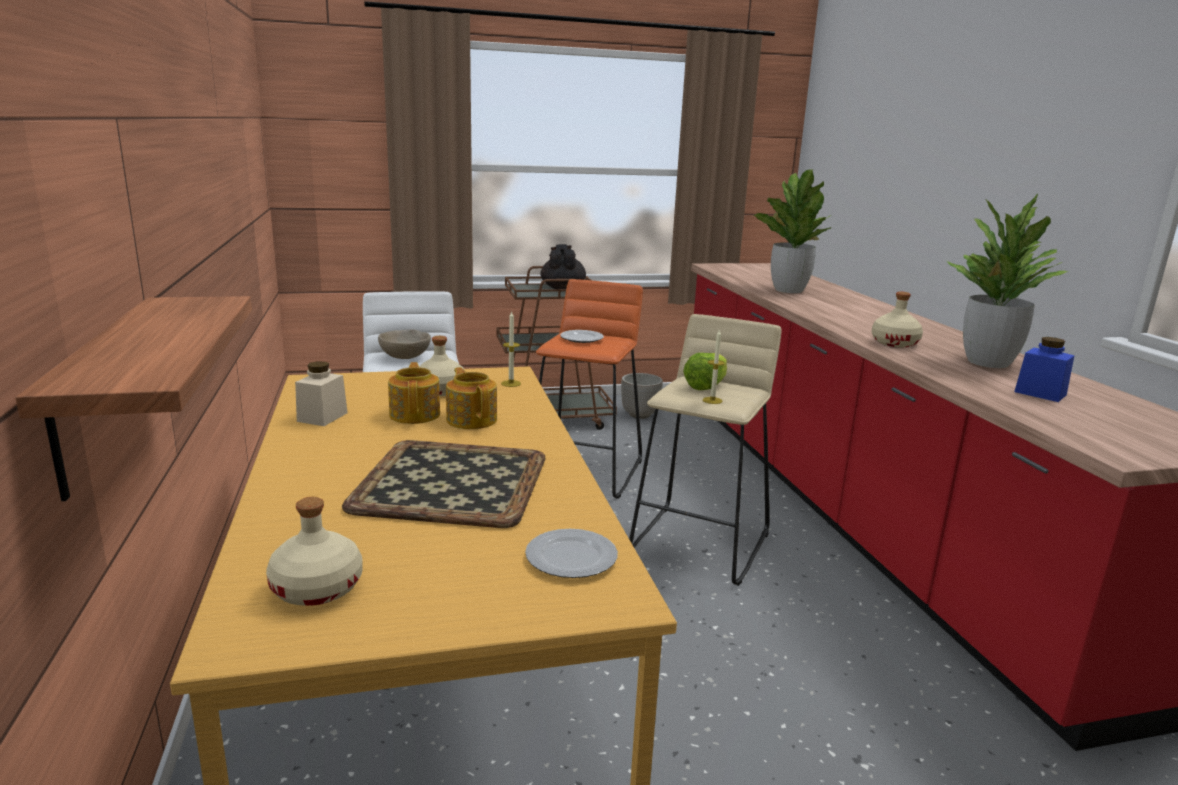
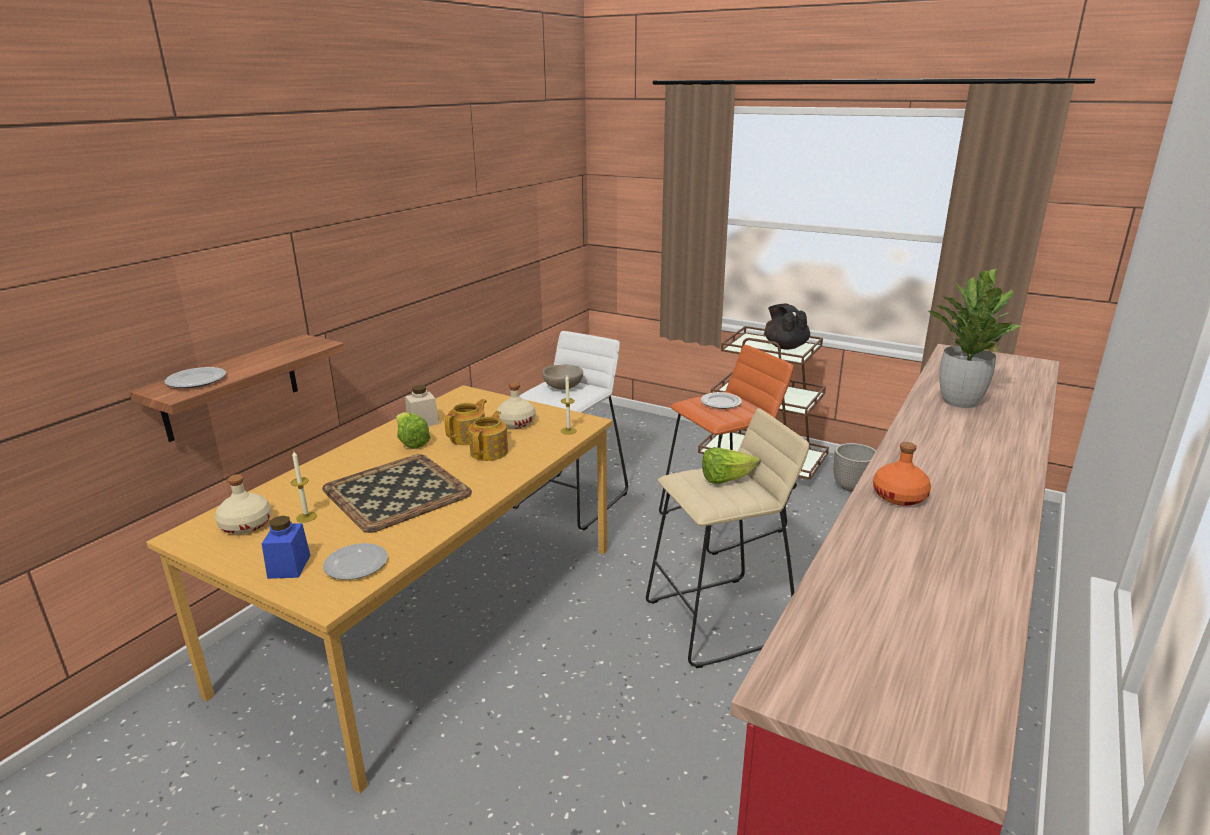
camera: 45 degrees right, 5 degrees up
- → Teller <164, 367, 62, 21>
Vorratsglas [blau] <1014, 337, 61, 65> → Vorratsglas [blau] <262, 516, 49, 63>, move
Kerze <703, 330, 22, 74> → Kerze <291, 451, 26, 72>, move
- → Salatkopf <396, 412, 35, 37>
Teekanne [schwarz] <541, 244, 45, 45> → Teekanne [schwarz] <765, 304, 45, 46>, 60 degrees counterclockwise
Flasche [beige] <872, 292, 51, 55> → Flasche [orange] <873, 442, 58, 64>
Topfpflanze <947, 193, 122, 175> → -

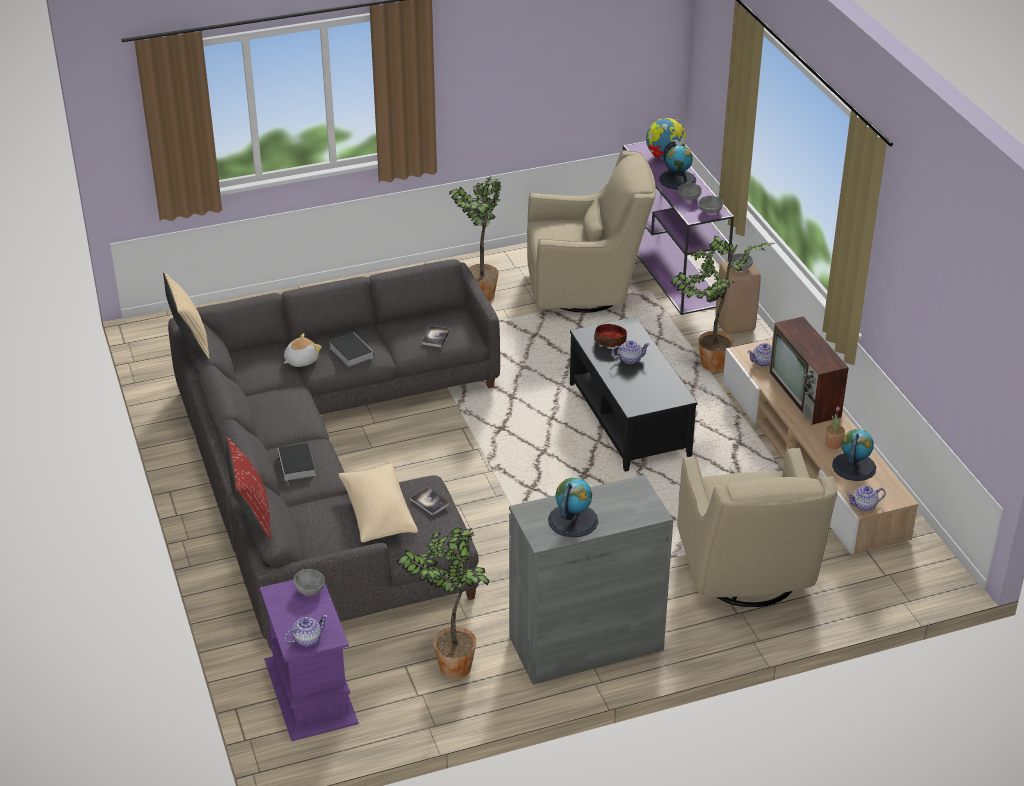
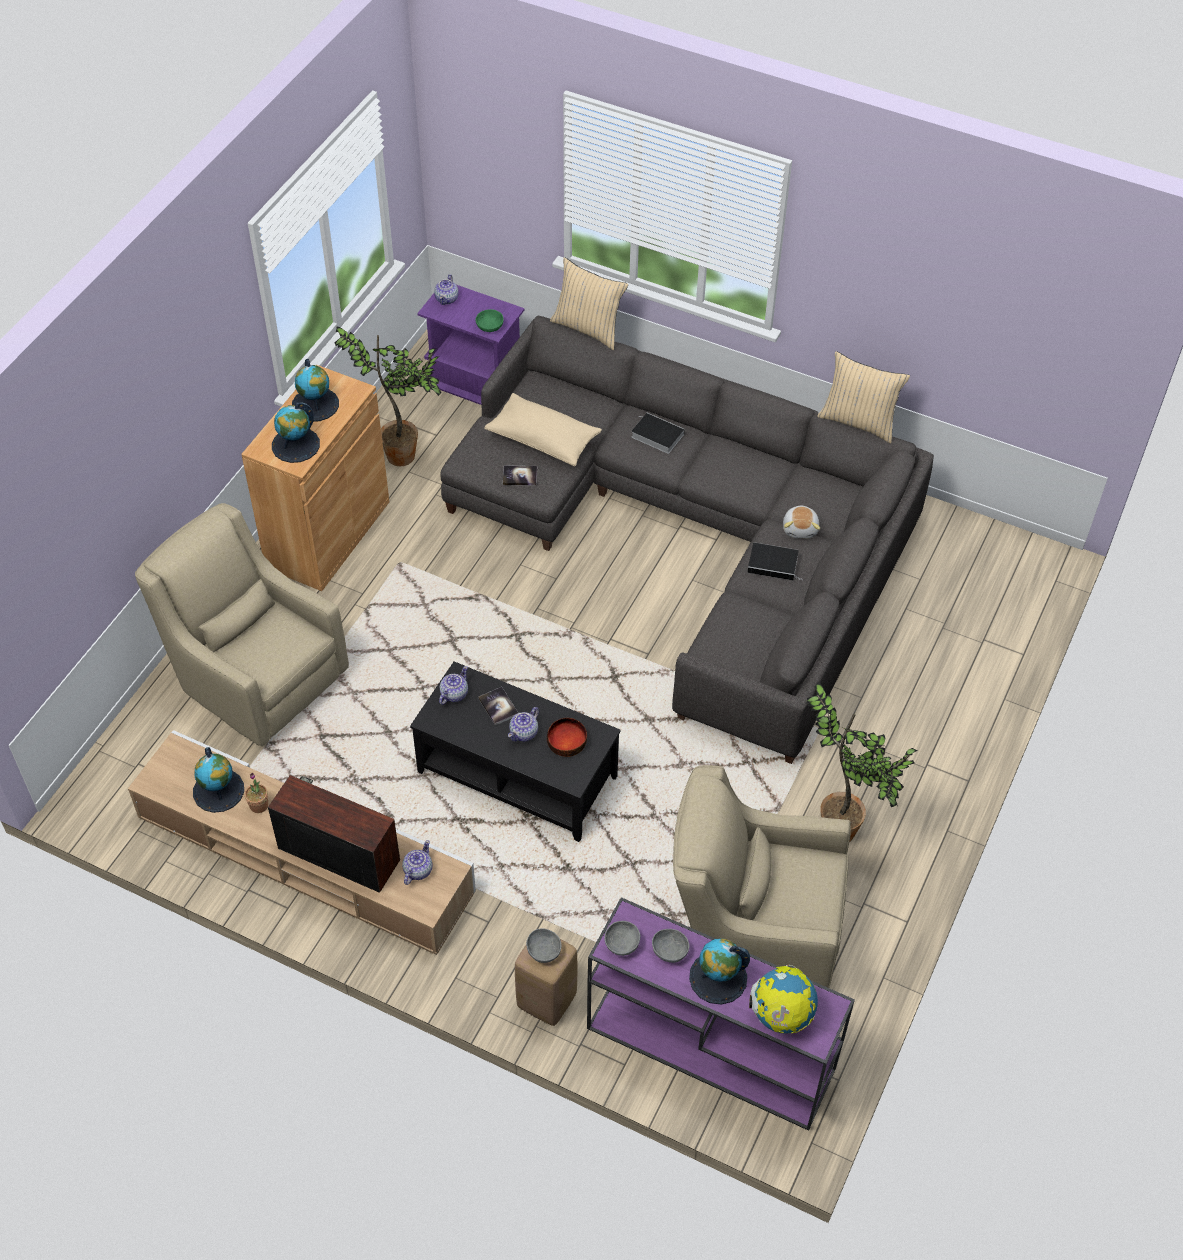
camera: 135 degrees right, 15 degrees up
Schrank [grau] <509, 475, 164, 209> → Schrank [braun] <241, 365, 148, 226>
- → Globus <272, 402, 48, 61>
Teekanne <846, 485, 40, 26> → Teekanne <439, 666, 29, 39>, move
Schüssel [grau] <294, 569, 31, 26> → Schüssel [grün] <475, 309, 29, 23>
Buch <421, 325, 29, 22> → Buch <478, 687, 40, 38>, move
Kissen [rot] <226, 437, 45, 103> → Kissen [beige] <550, 257, 78, 93>
Sessel [beige] <527, 150, 129, 163> → Sessel [beige] <673, 765, 178, 223>, 60 degrees clockwise
Topfpflanze <671, 236, 105, 136> → -

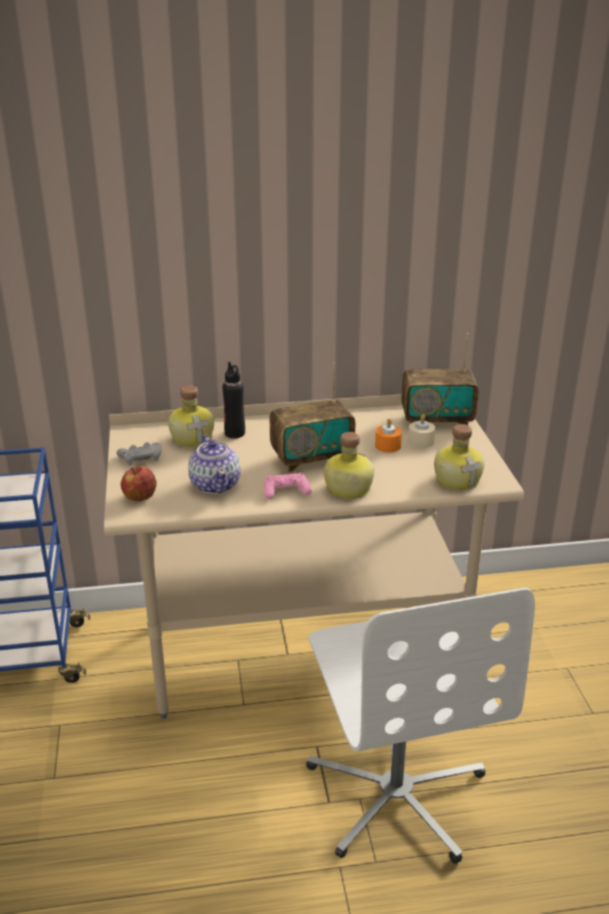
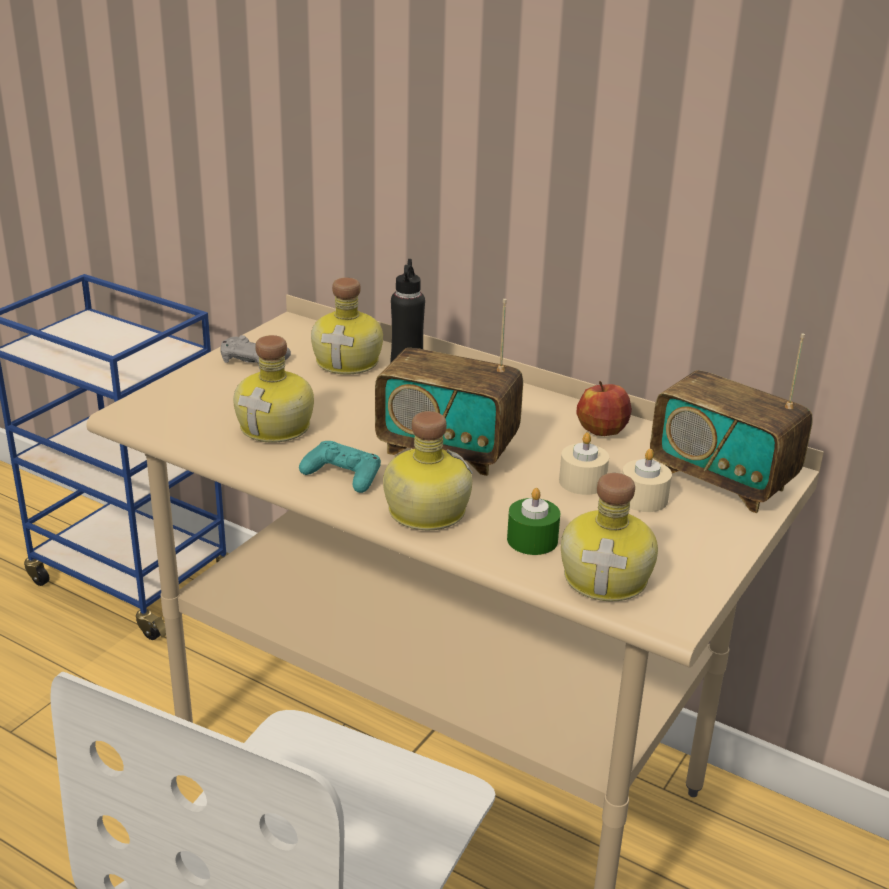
camera: 40 degrees right, 0 degrees up
Teekanne <188, 435, 53, 59> → Flasche <233, 335, 81, 108>
Gamepad [rosa] <264, 473, 48, 27> → Gamepad [türkis] <299, 441, 82, 52>
- → Kerze [grün] <507, 488, 53, 67>
Kerze [orange] <375, 418, 27, 35> → Kerze [beige] <559, 432, 50, 63>
Apfel <120, 466, 37, 35> → Apfel <576, 381, 56, 55>, move

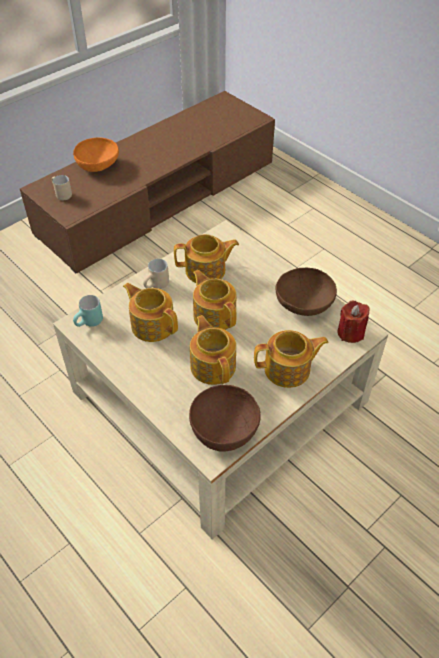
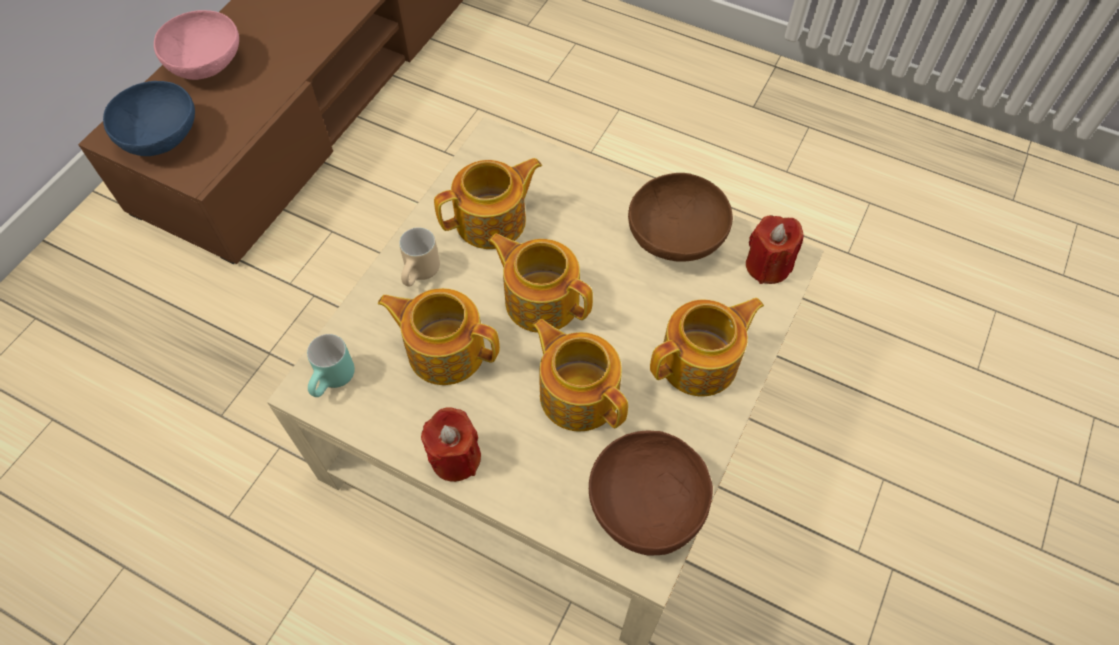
camera: 20 degrees left, 10 degrees up
Henkelbecher [beige] <52, 175, 20, 25> → Schüssel [blau] <103, 81, 92, 75>
Schüssel [orange] <73, 138, 46, 34> → Schüssel [rosa] <154, 10, 85, 70>
- → Kerze [rot] <421, 407, 60, 75>

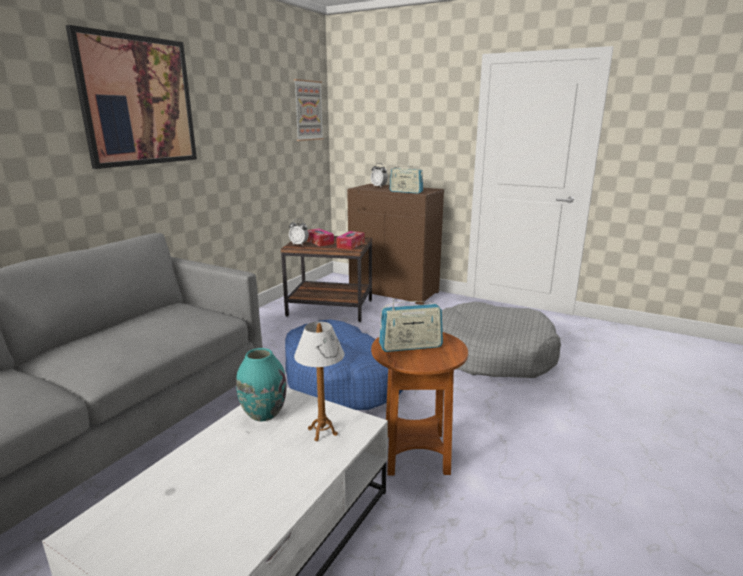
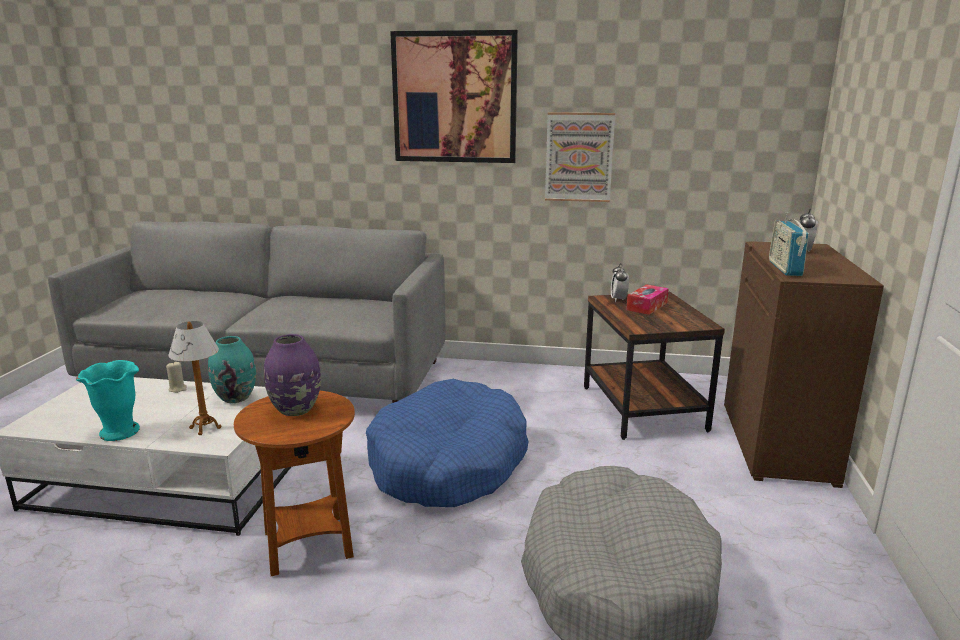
camera: 70 degrees right, 0 degrees up
- → Vase [türkis] <76, 360, 64, 81>
- → Kerze [beige] <166, 361, 21, 32>
Radio <379, 299, 64, 53> → Vase [lila] <264, 334, 57, 82>
Bild <294, 79, 30, 62> → Bild <545, 112, 70, 90>, move
Taschentuchbox <336, 231, 28, 19> → -

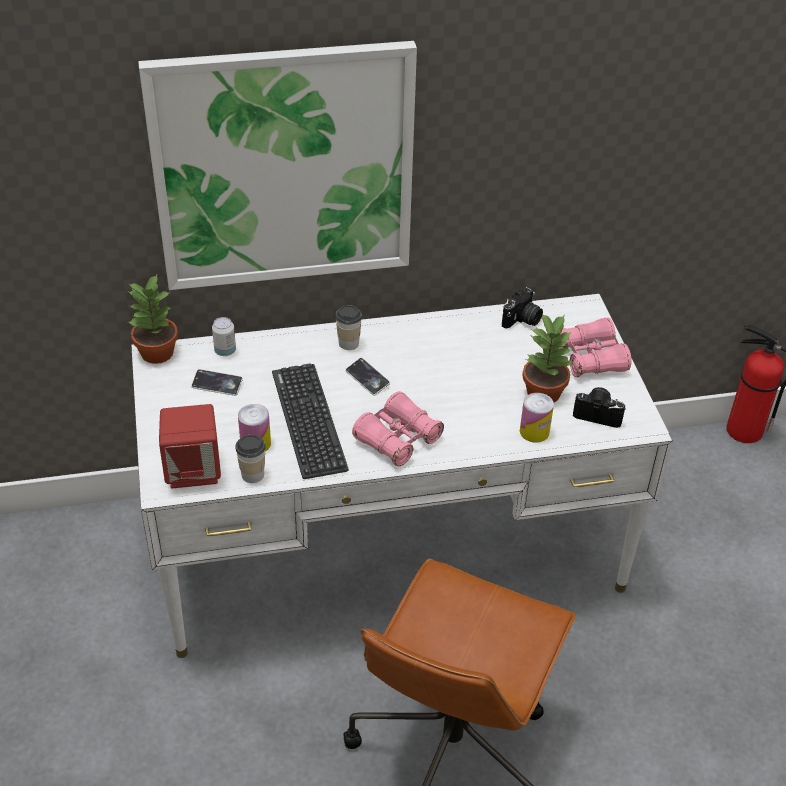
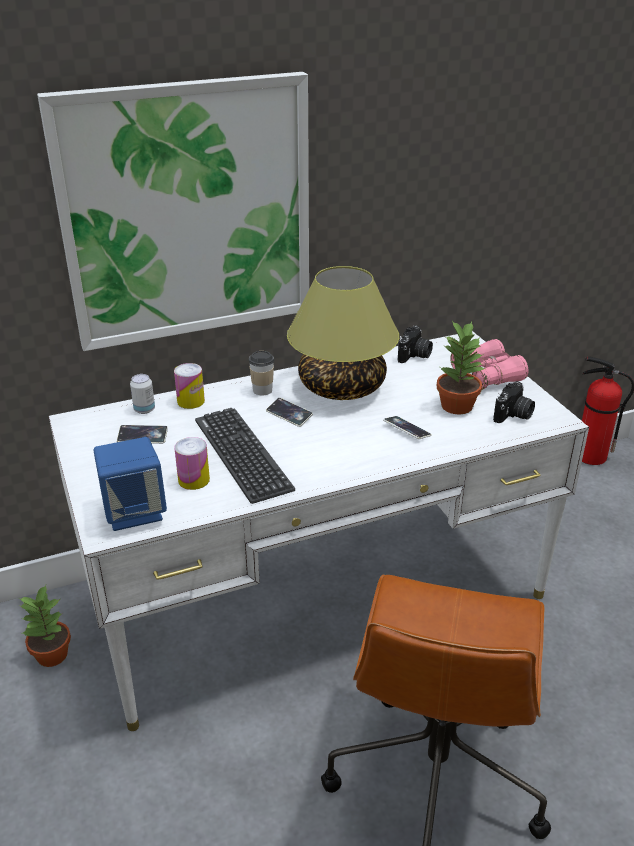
camera: 10 degrees left, 10 degrees down
Topfpflanze <127, 275, 51, 89> → Topfpflanze <18, 585, 53, 82>, move
Lautsprecher [rot] <159, 404, 62, 84> → Lautsprecher [blau] <93, 437, 74, 94>
Dose <520, 393, 34, 50> → Dose <174, 363, 31, 46>, move
- → Tischlampe <287, 266, 112, 134>
- → Handy <383, 416, 49, 23>
Kamera <573, 387, 53, 41> → Kamera <493, 381, 42, 42>, 120 degrees clockwise
Tasse <236, 435, 30, 48> → -
Fernglas [rosa] <352, 391, 92, 75> → -

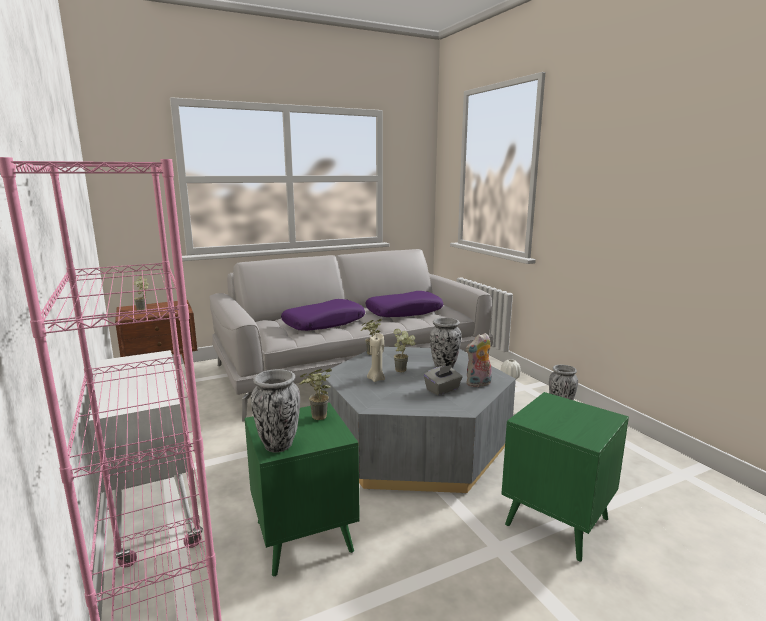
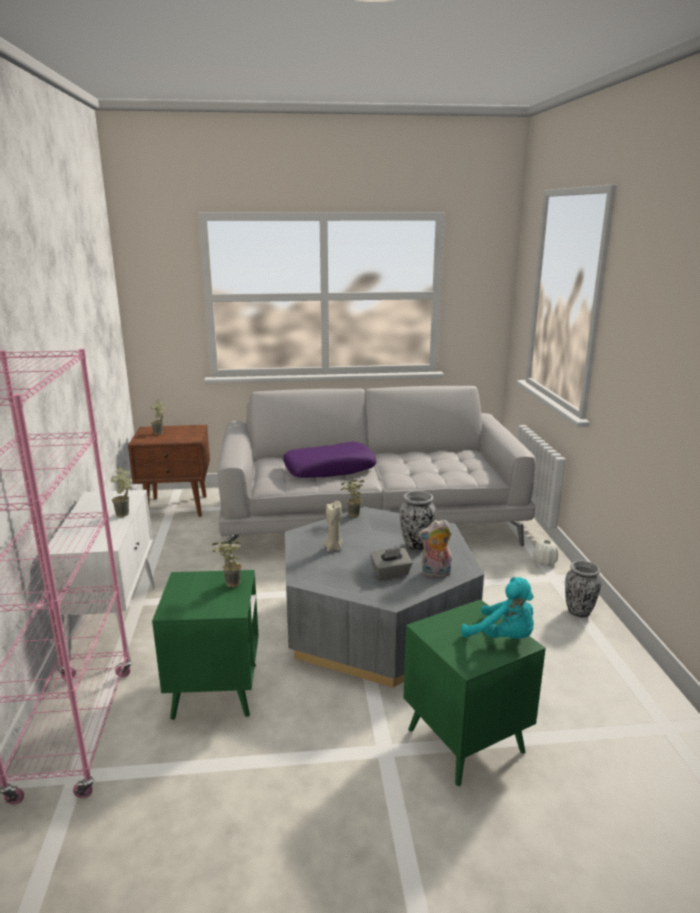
camera: 20 degrees right, 5 degrees up
Topfpflanze <393, 329, 22, 43> → Topfpflanze <111, 467, 21, 50>, move
- → Plüschtier [türkis] <461, 577, 73, 62>
Vase <251, 369, 49, 83> → -
Kissen [lila] <366, 291, 77, 26> → -

